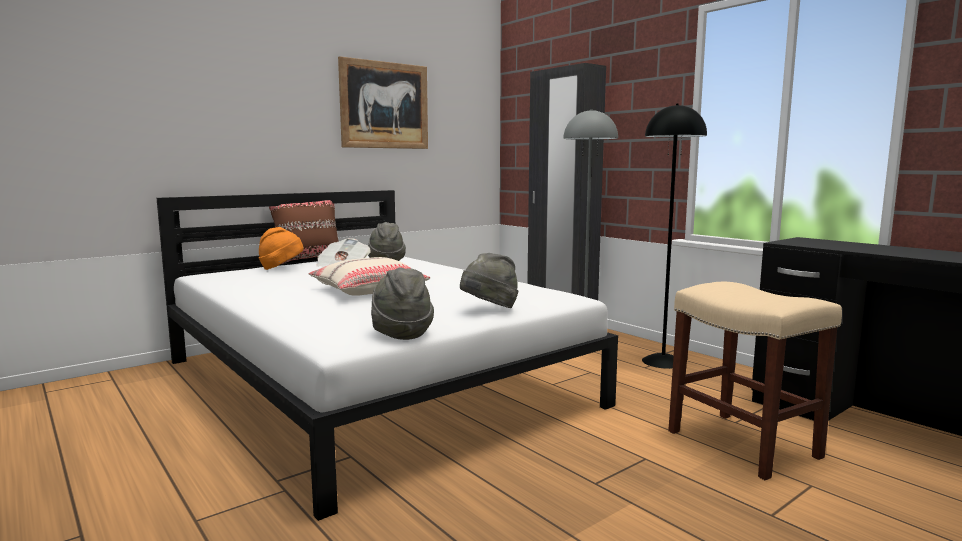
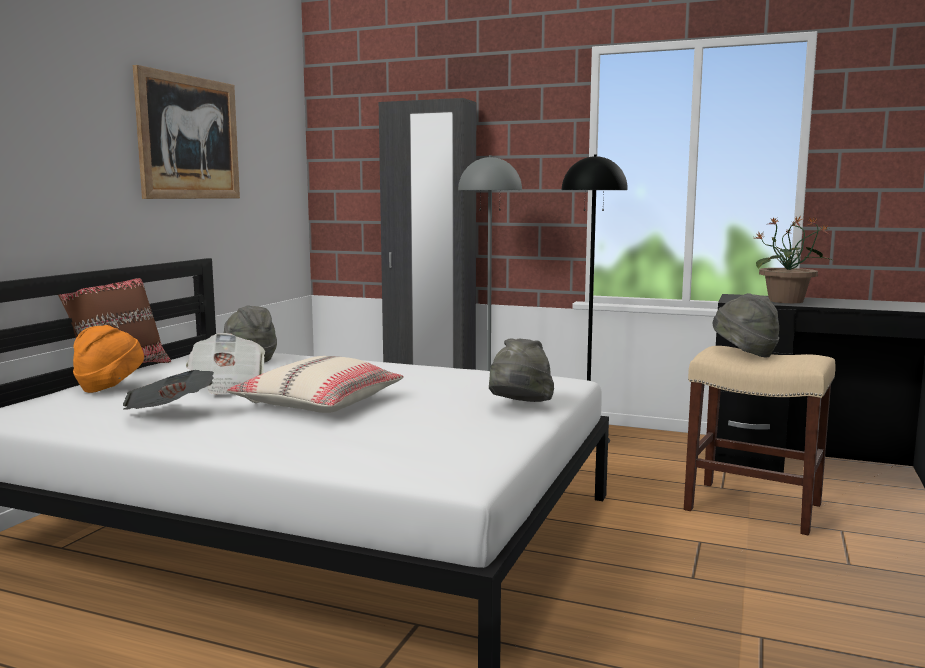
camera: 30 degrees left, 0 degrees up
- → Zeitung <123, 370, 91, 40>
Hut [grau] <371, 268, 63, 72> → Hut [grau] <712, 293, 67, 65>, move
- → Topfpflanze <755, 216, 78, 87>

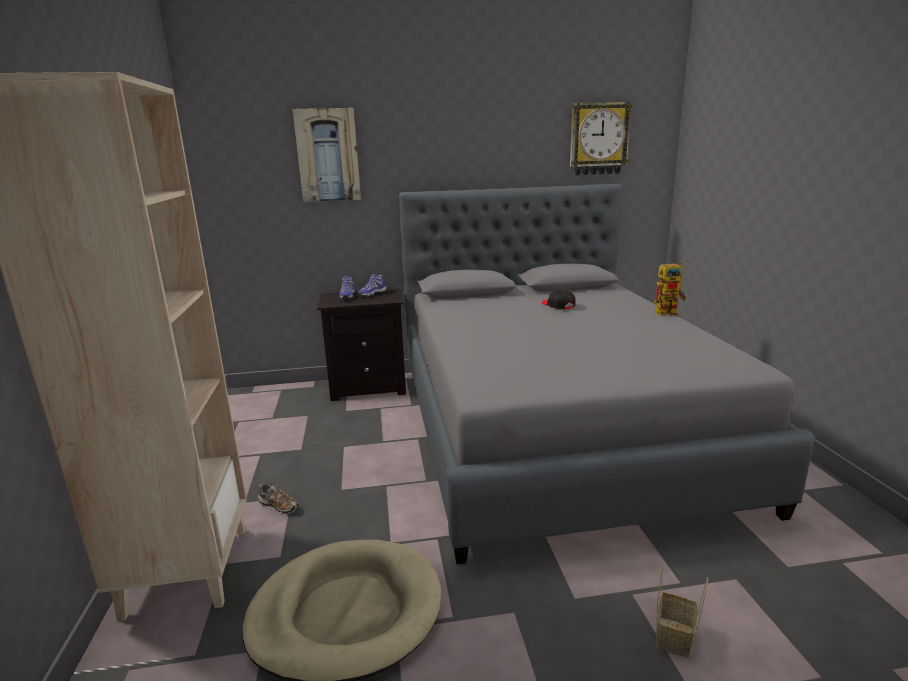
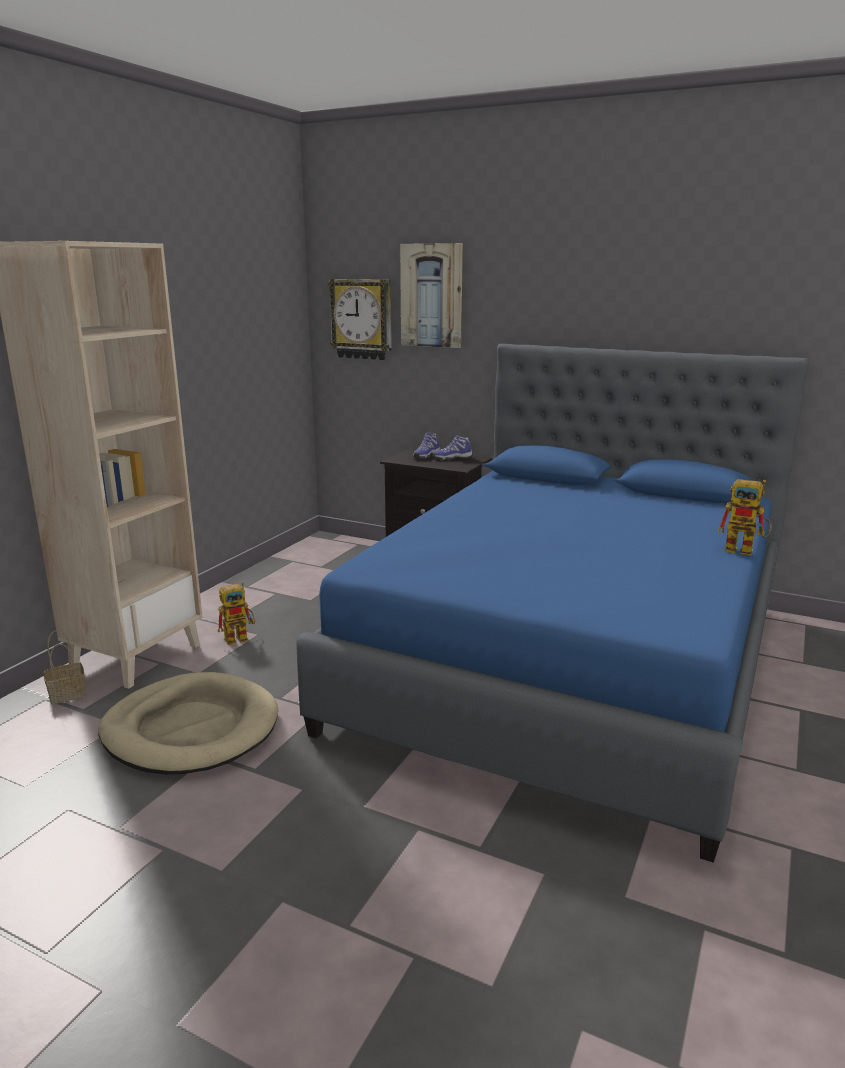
camera: 35 degrees right, 0 degrees up
Korb <656, 565, 52, 93> → Korb <44, 630, 42, 74>, move
Schuh <259, 483, 40, 31> → Spielzeugroboter <218, 582, 37, 63>
Bett [grau] <399, 183, 416, 382> → Bett [blau] <296, 344, 513, 519>
Wanduhr <570, 102, 63, 73> → Wanduhr <328, 279, 64, 81>, move
Kappe [schwarz] <542, 290, 33, 19> → -

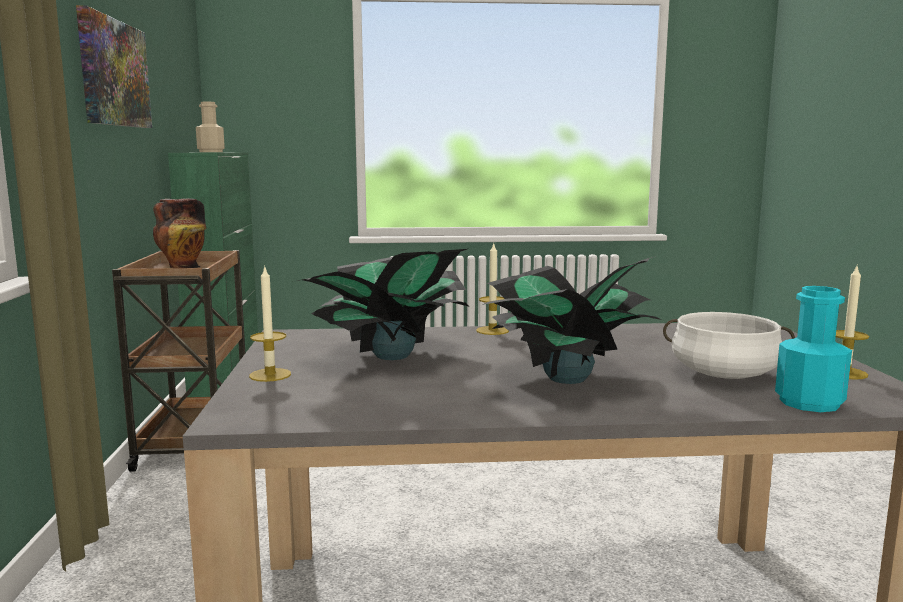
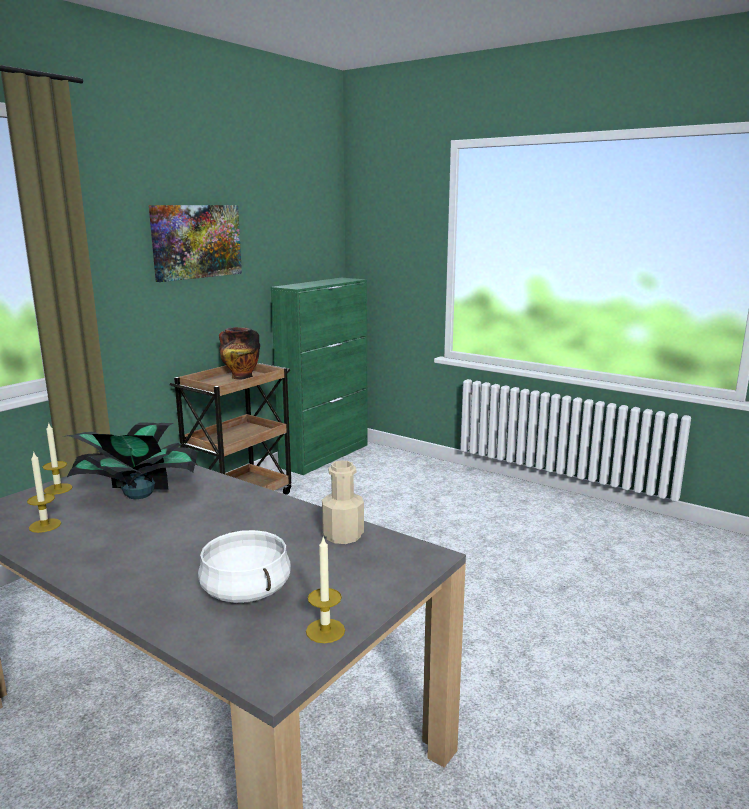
camera: 40 degrees right, 5 degrees up
Kerze <476, 242, 33, 93> → Kerze <27, 451, 34, 82>, move
Flasche [beige] <196, 102, 29, 50> → Flasche [beige] <322, 460, 42, 84>, move
Topfpflanze <482, 256, 179, 128> → -
Flasche [türkis] <775, 286, 77, 126> → -

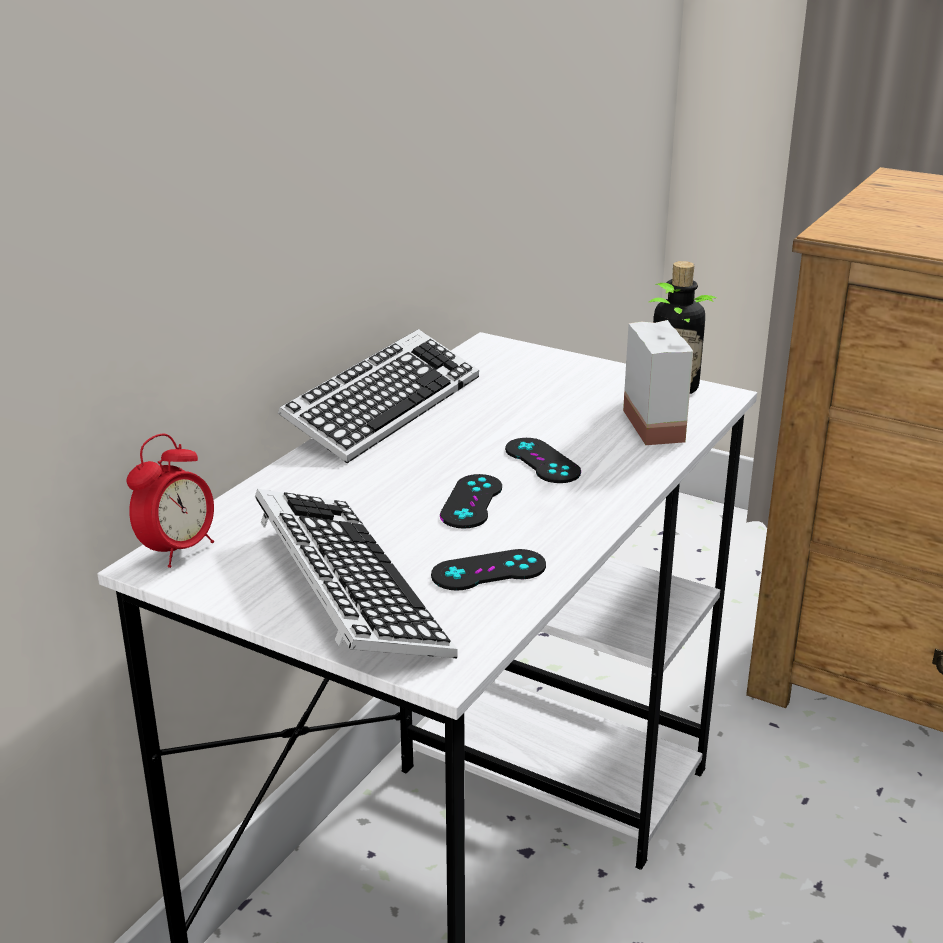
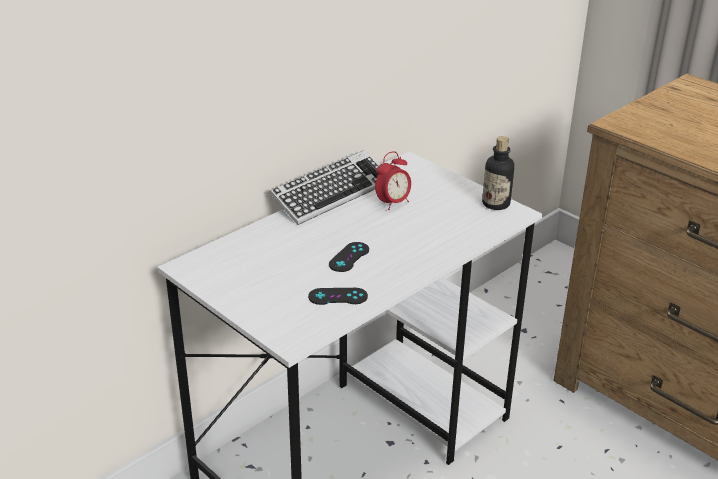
camera: 15 degrees right, 5 degrees up
Wecker <127, 433, 87, 135> → Wecker <375, 151, 36, 59>, move
Tastatur <255, 489, 203, 169> → -
Gamepad [schwarz] <505, 438, 76, 45> → -
Topfpflanze <623, 283, 93, 162> → -

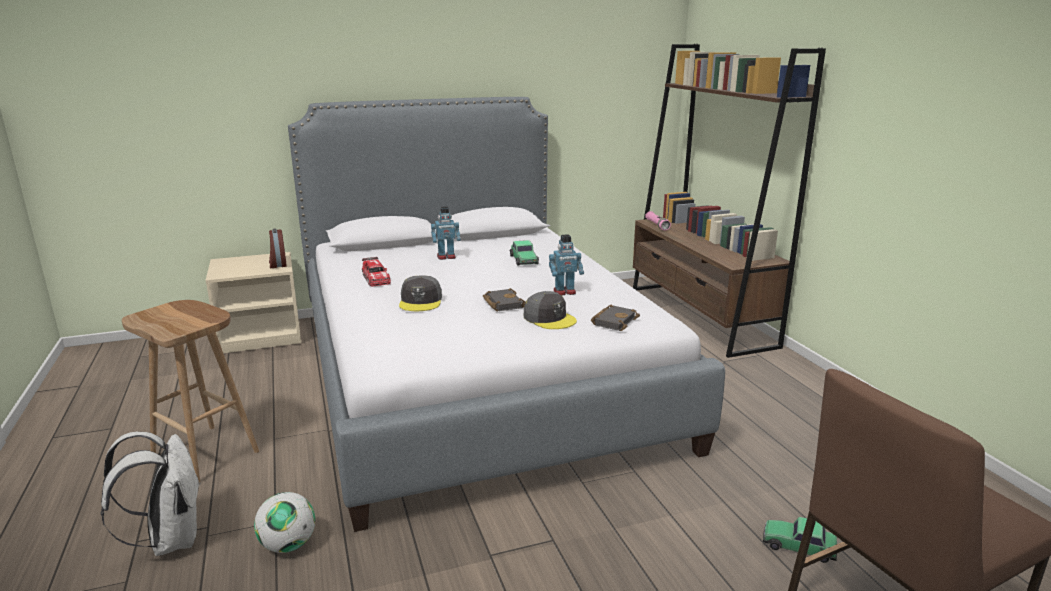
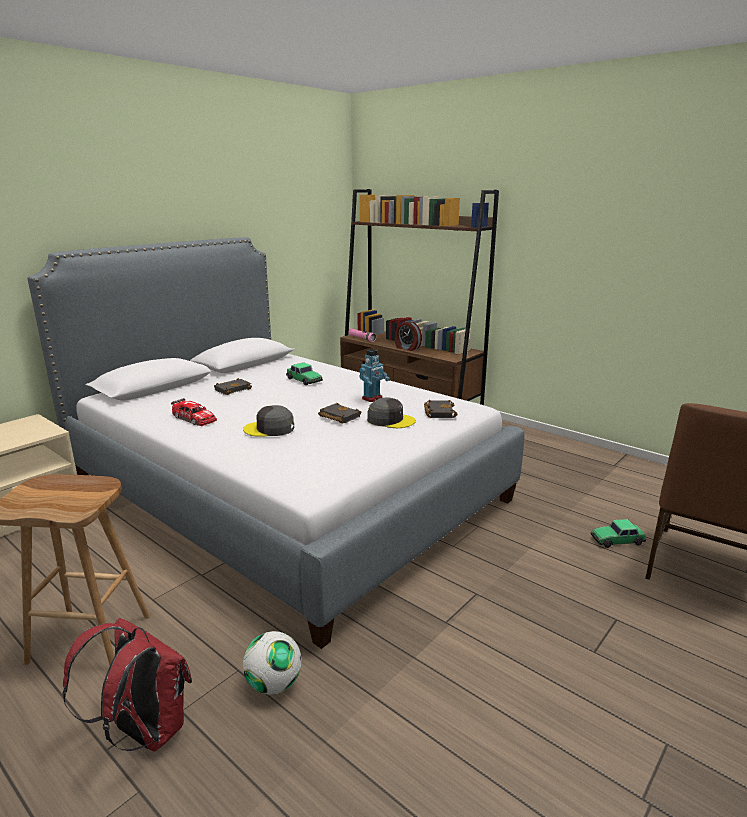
camera: 30 degrees left, 0 degrees up
Rucksack [weiß] <101, 432, 100, 124> → Rucksack [rot] <62, 618, 130, 133>
Spielzeugroboter <431, 207, 30, 53> → Buch [schwarz] <214, 378, 38, 17>
Kappe [grau] <399, 275, 43, 36> → Kappe [grau] <243, 405, 51, 32>, 120 degrees clockwise
Wecker <269, 228, 18, 40> → Wecker <395, 321, 27, 30>, move

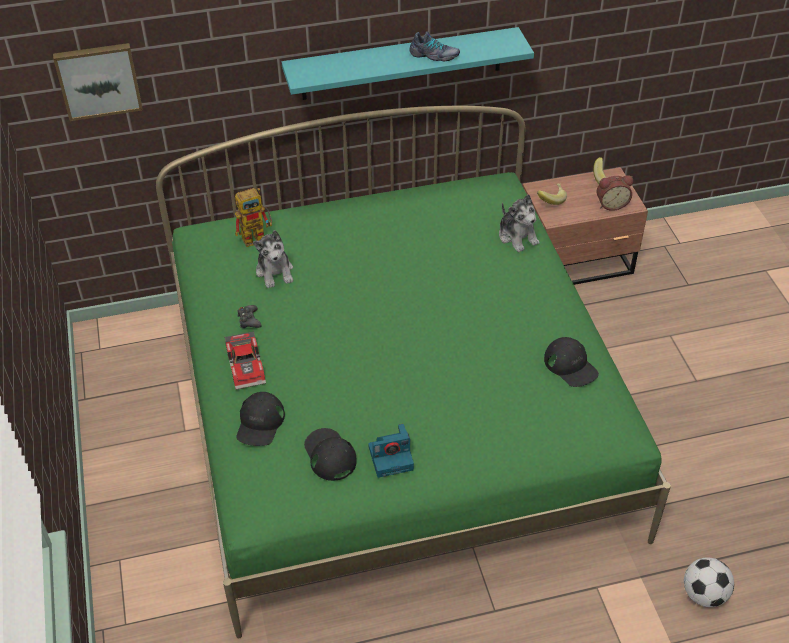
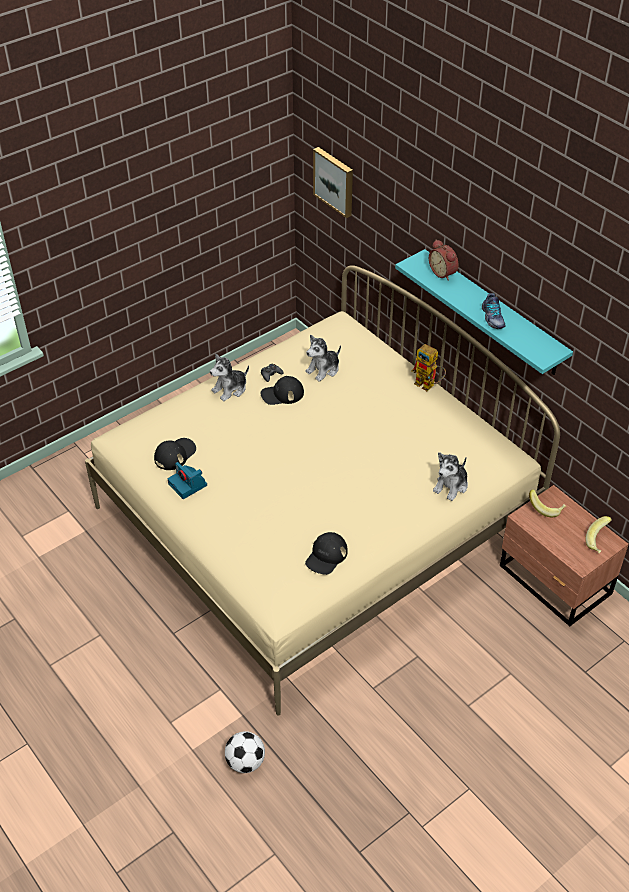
camera: 65 degrees right, 0 degrees up
Bett [grün] <156, 106, 515, 533> → Bett [beige] <85, 265, 475, 450>
Spielzeugauto <225, 331, 41, 59> → Plüschtier <210, 354, 39, 47>
Kappe [schwarz] <237, 392, 48, 54> → Kappe [schwarz] <261, 376, 43, 29>, move
Spielzeugroboter <235, 188, 37, 59> → Spielzeugroboter <412, 344, 34, 47>, move
Wecker <596, 175, 37, 36> → Wecker <429, 240, 30, 41>, move

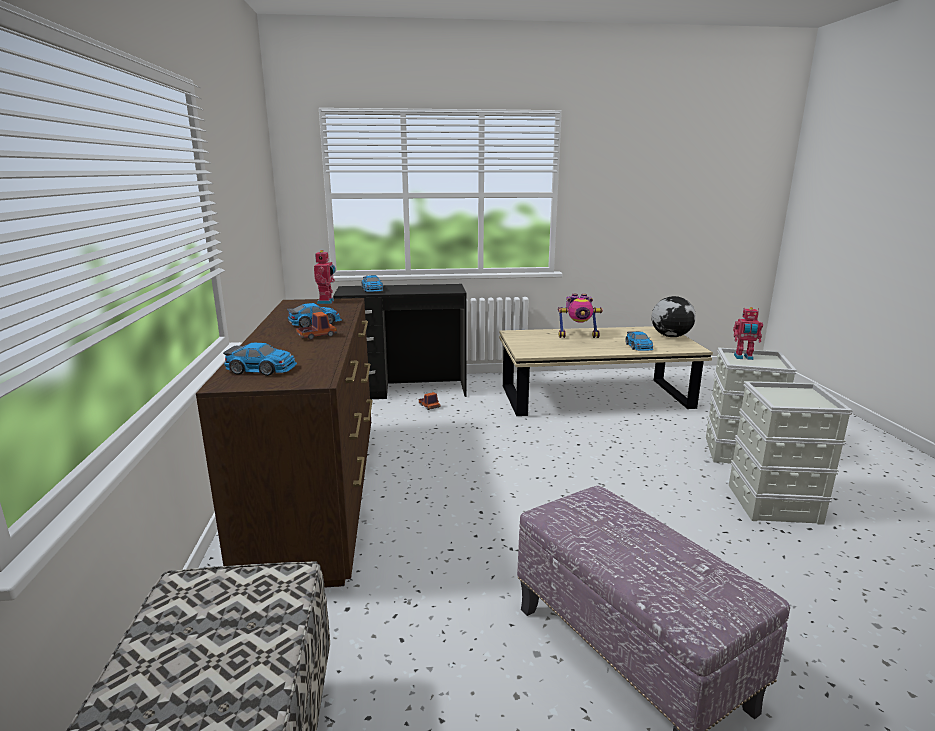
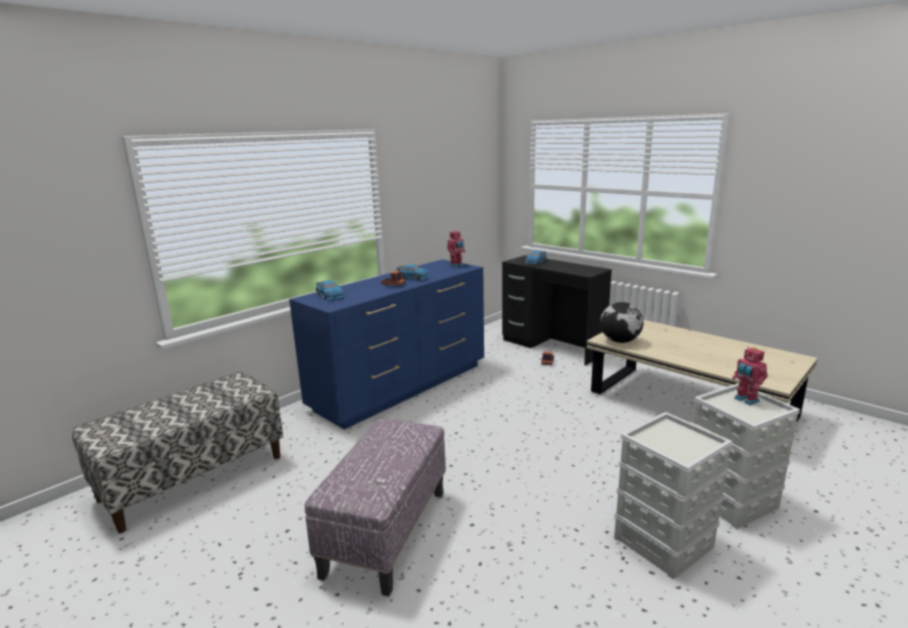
camera: 50 degrees right, 0 degrees up
Kommode [braun] <196, 298, 177, 290> → Kommode [blau] <289, 259, 195, 170>
Globus <652, 296, 44, 41> → Globus <600, 302, 43, 41>, move
Spielzeugroboter <557, 294, 46, 44> → -
Spielzeugauto <625, 331, 28, 20> → -

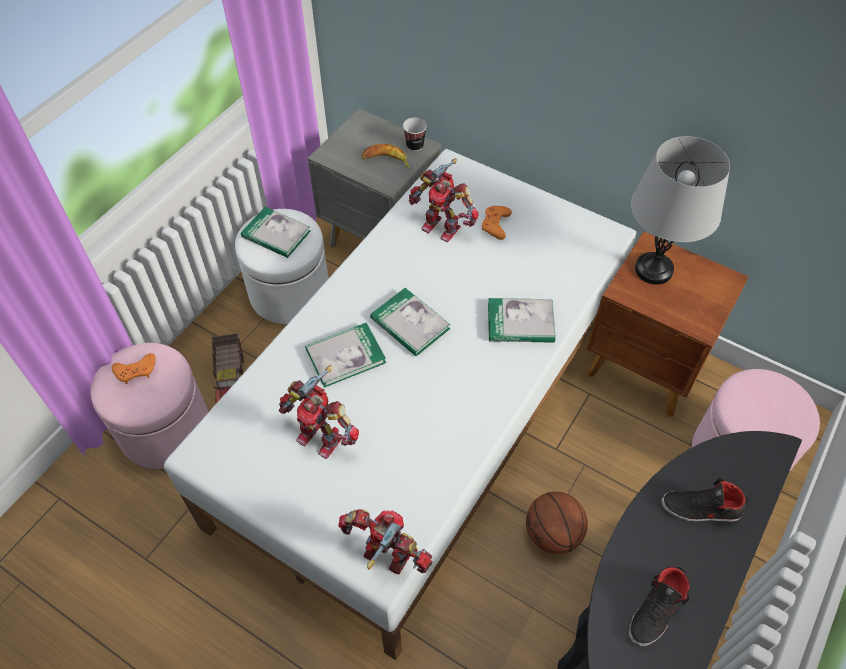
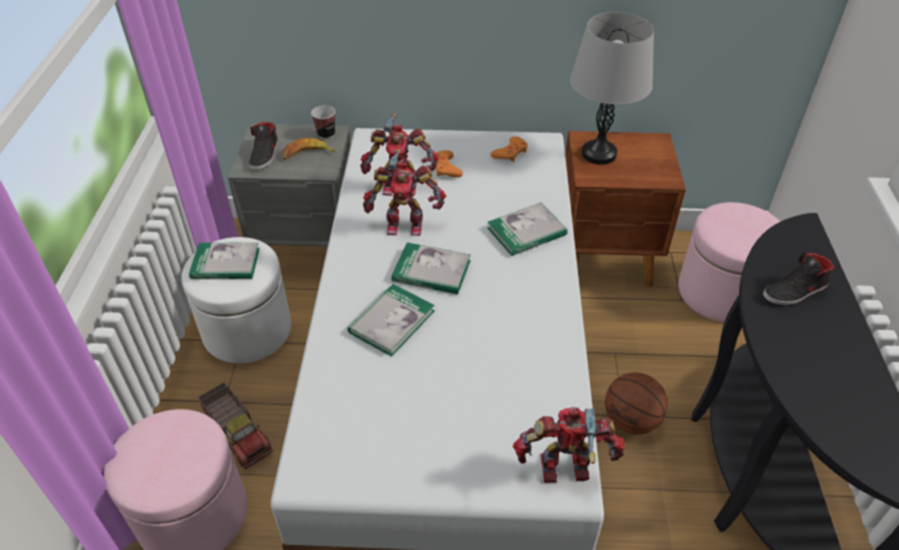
camera: 30 degrees left, 10 degrees down
Schuh [schwarz] <629, 567, 61, 79> → Schuh [schwarz] <249, 122, 29, 48>, move
Spielzeugroboter <279, 365, 80, 94> → Spielzeugroboter <363, 149, 83, 87>, move
Gamepad [orange] <112, 353, 44, 31> → Gamepad [orange] <490, 136, 38, 26>, move

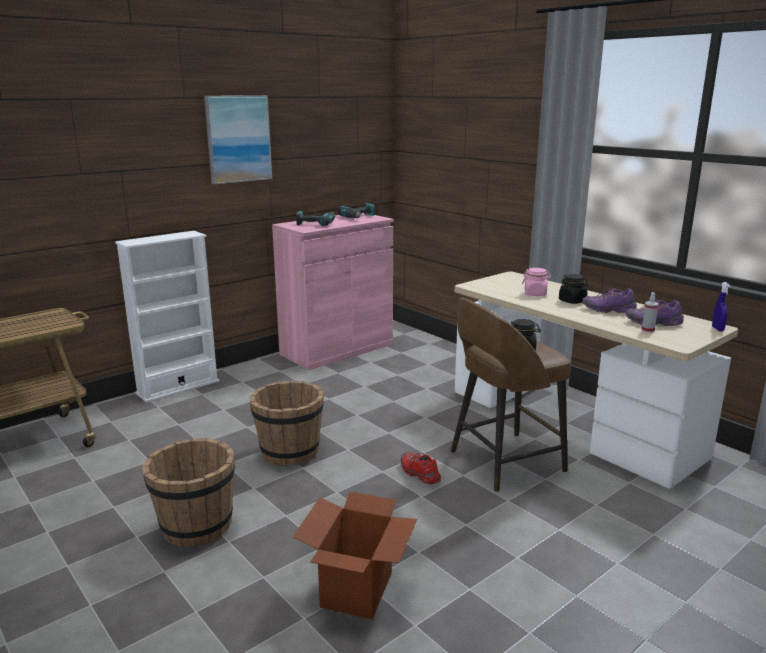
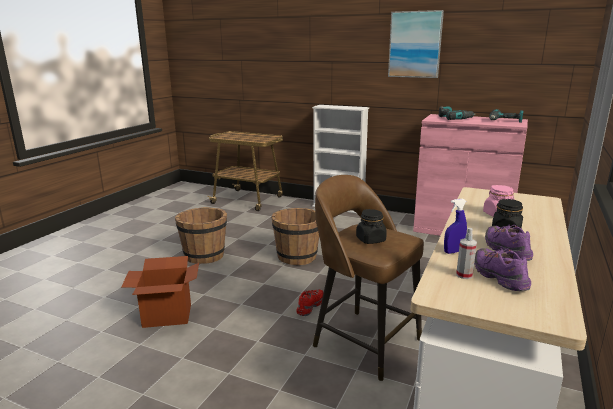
camera: 65 degrees right, 0 degrees up
Sprühflasche [blau] <712, 282, 18, 49> → Sprühflasche [blau] <444, 198, 23, 56>, move

